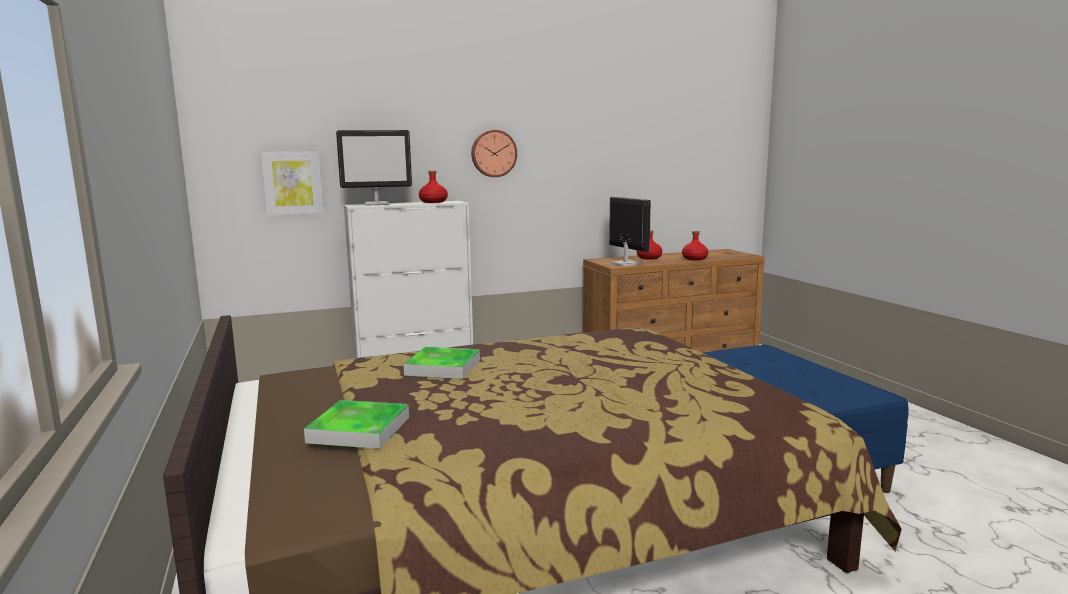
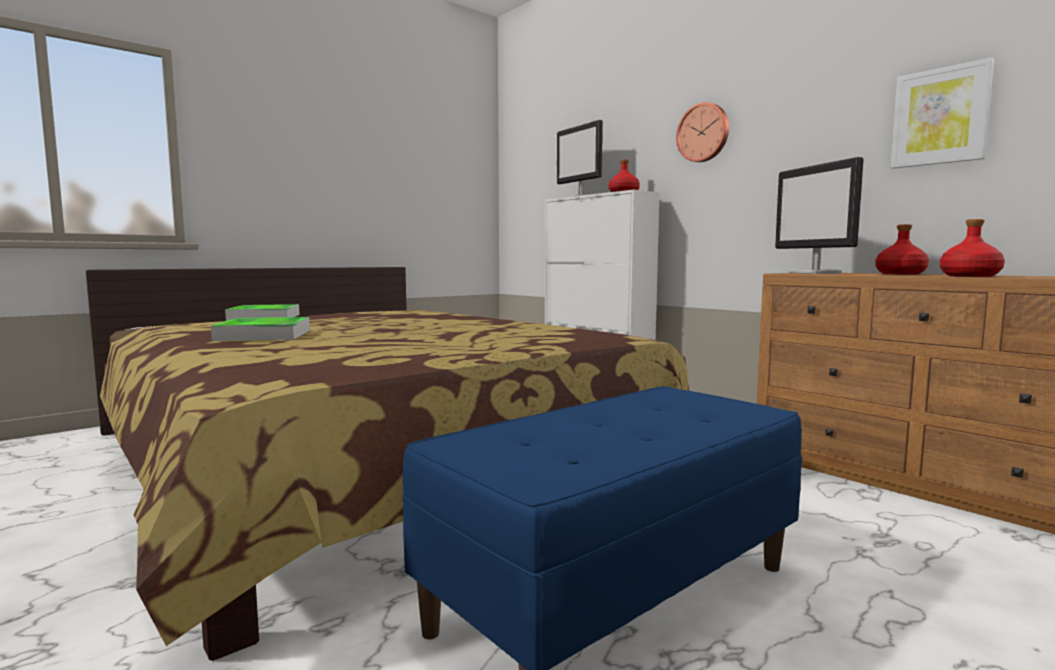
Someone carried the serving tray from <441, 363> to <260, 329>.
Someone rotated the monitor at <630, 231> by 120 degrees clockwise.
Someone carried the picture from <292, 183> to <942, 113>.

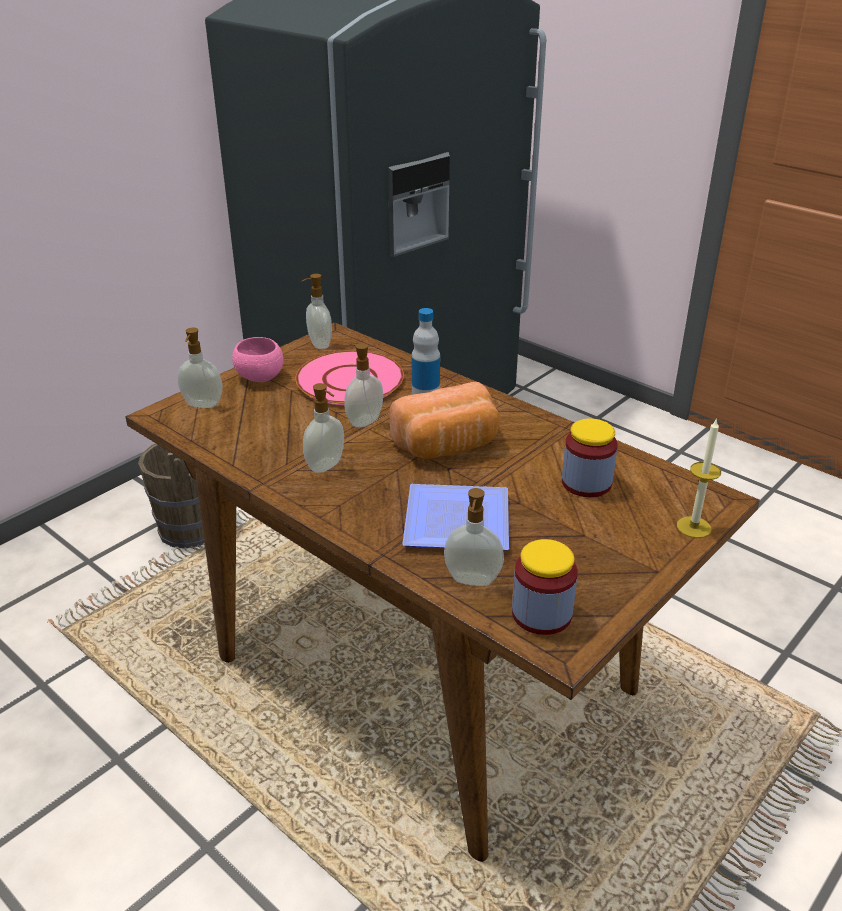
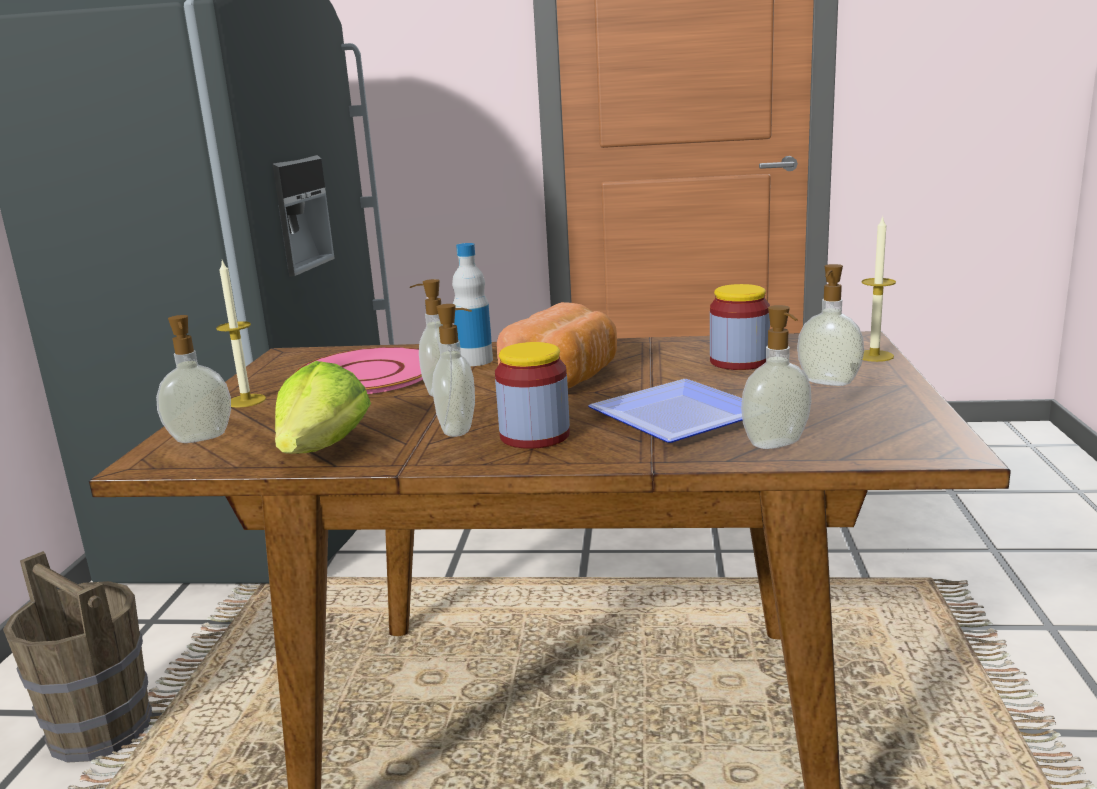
Someone swapped the deep dish (pink) at <258, 359> for the candle at <241, 334>.
Someone put down the lettuce at <323, 407>.
Someone carried the jar from <545, 587> to <532, 395>.
Someone carried the soap bottle from <317, 311> to <830, 325>.

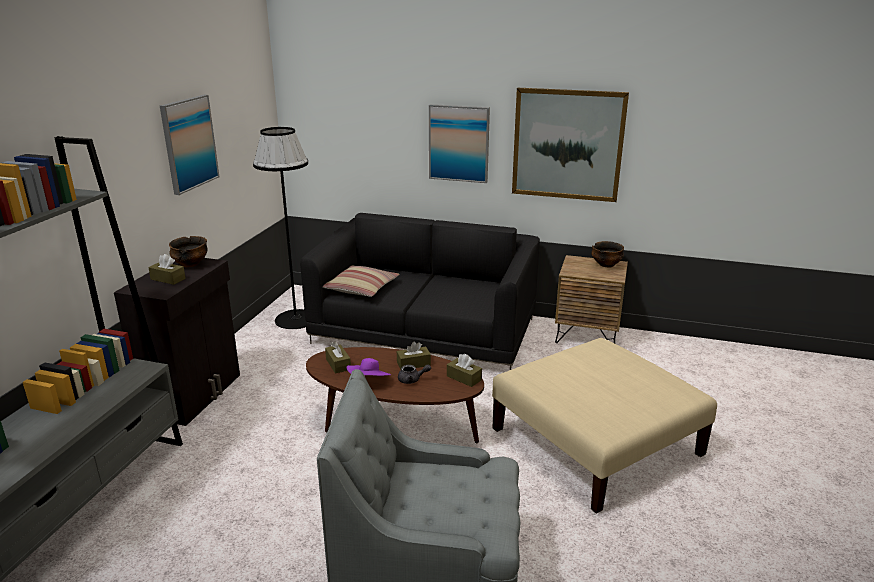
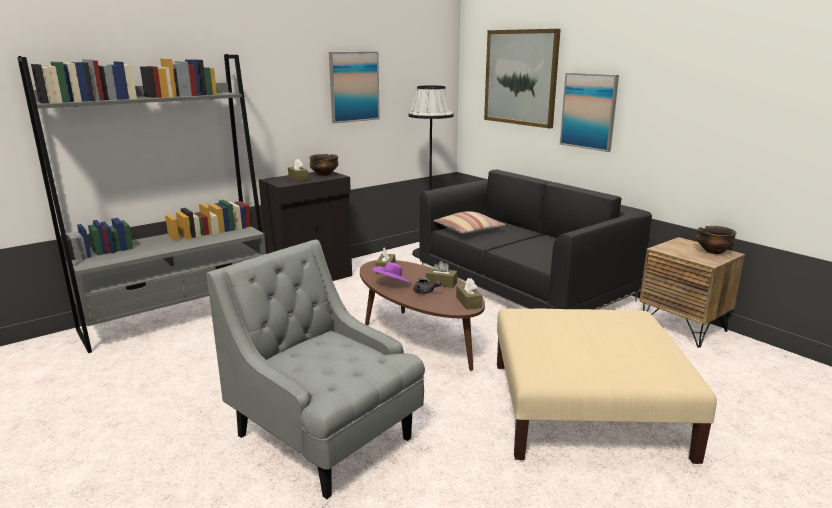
Someone carried the picture from <570, 145> to <522, 79>.

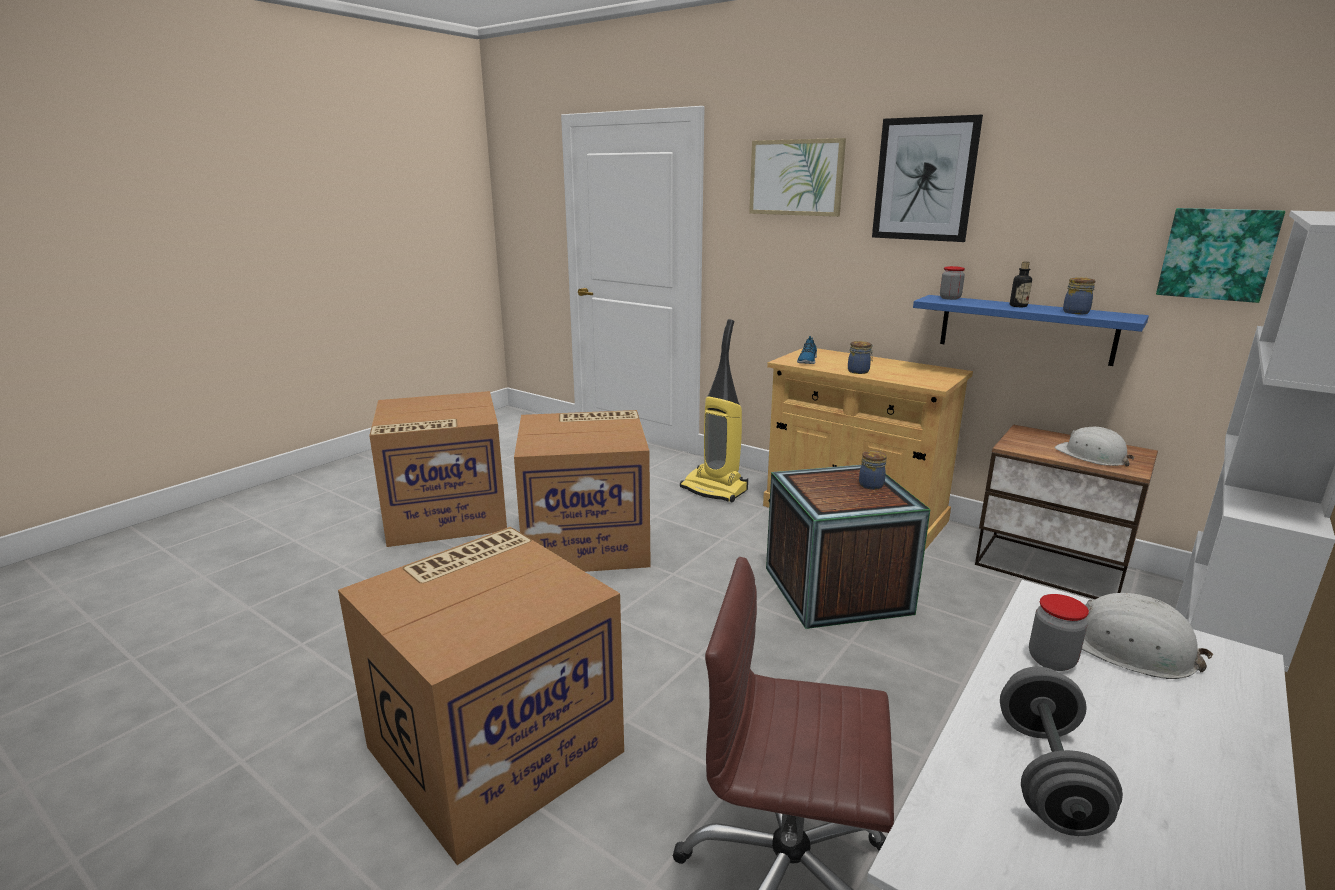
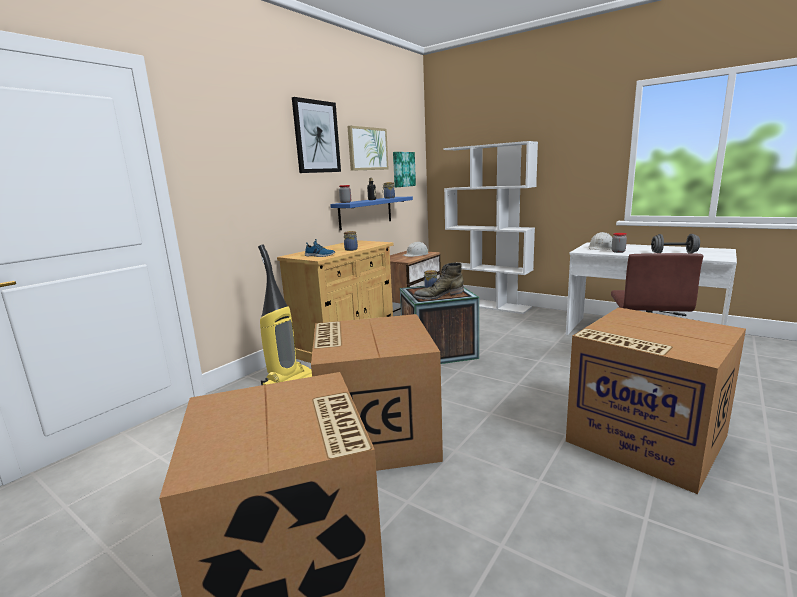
Someone carried the picture from <797, 177> to <368, 148>.
Someone put down the high-top boot (greenish) at <438, 281>.

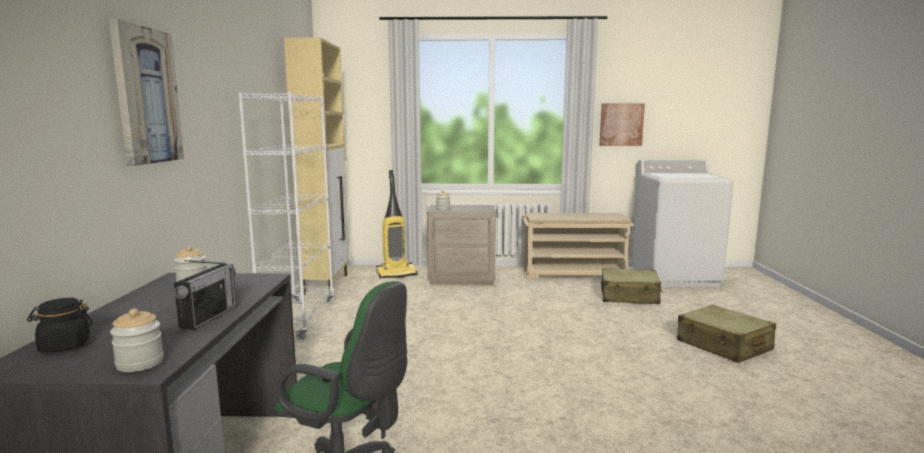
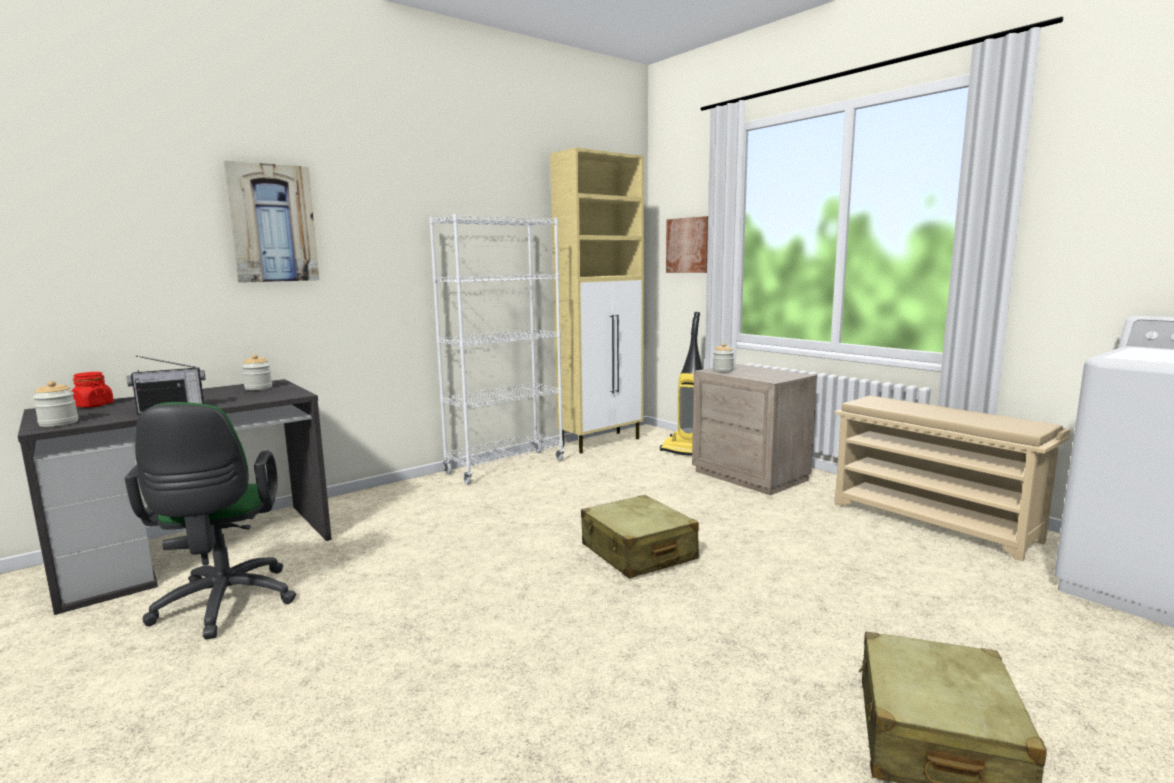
Someone repainted the jar (black-coloured) at <60, 325>, which became the jar (red-coloured) at <93, 390>.
Someone carried the piece of luggage (beige) from <632, 286> to <640, 536>.
Someone carried the picture from <622, 125> to <687, 244>.

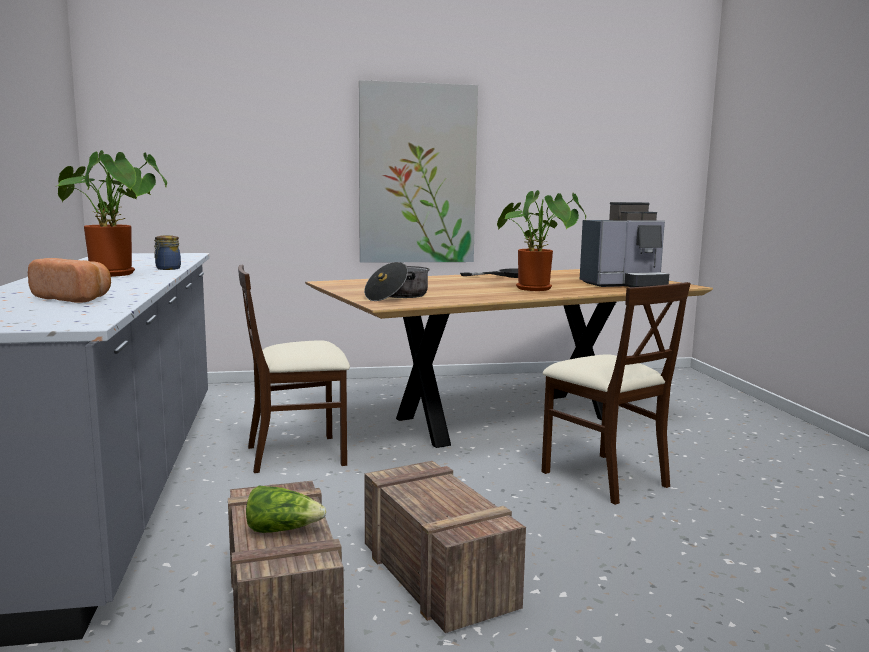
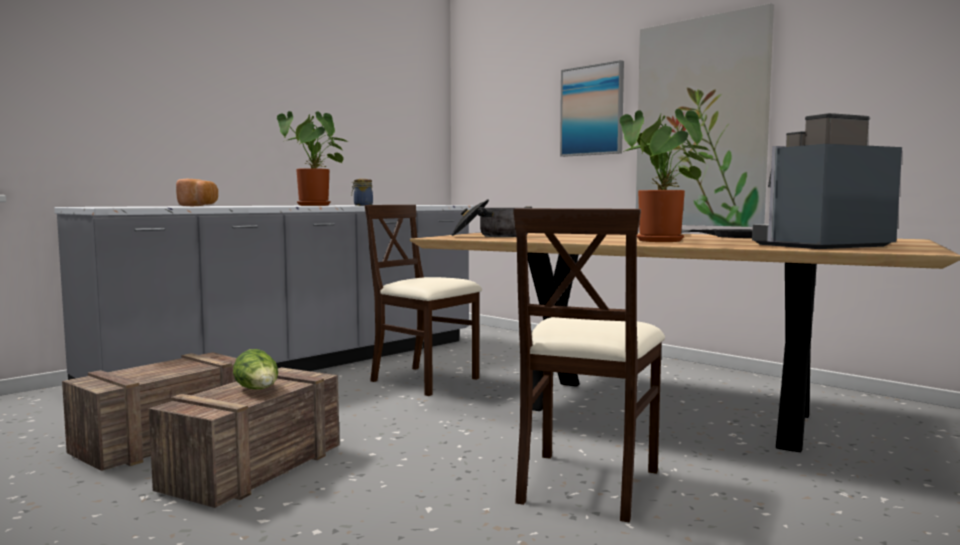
Someone carried the lettuce from <286, 509> to <255, 369>.
Someone put up the picture at <592, 108>.
Someone rotated the coffee machine at <624, 244> by 120 degrees clockwise.

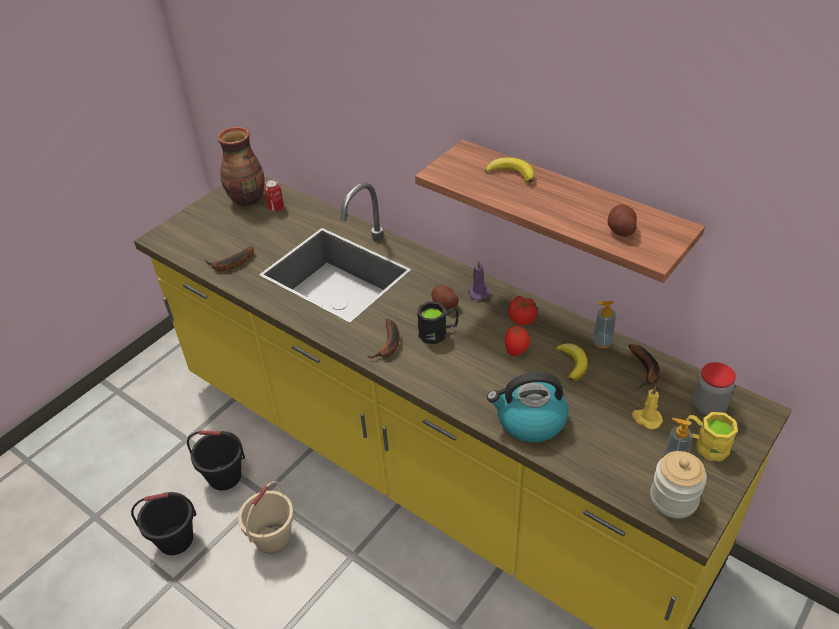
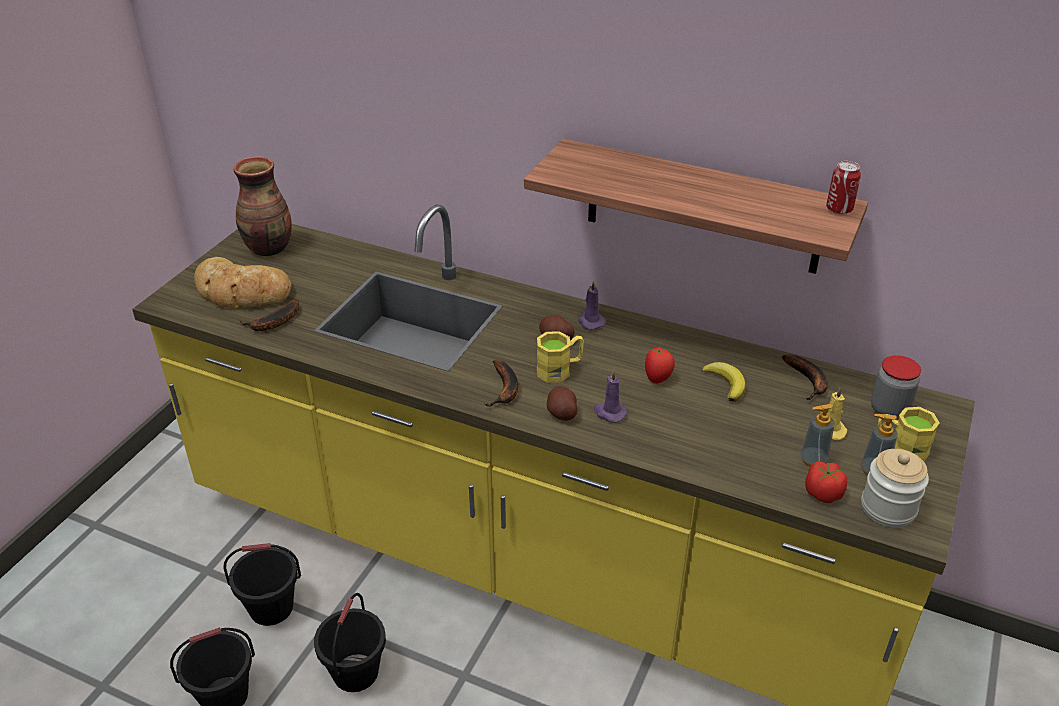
Someone put down the bakery bread at <242, 282>.
Someone repainted the bucket (beige) at <266, 517>, which became the bucket (black-coloured) at <350, 642>.
Someone repainted the mug (black-coloured) at <438, 322>, which became the mug (yellow) at <560, 357>.
Someone carried the potato from <622, 220> to <562, 403>.
Someone put down the candle (purple) at <610, 396>.
Someone carried the soap bottle from <604, 324> to <817, 435>.
Someone carried the whole tomato from <522, 311> to <826, 482>.
Someone carried the can from <274, 195> to <843, 187>.
Someone took away the banana fruit at <510, 170>.
Someone took away the water kettle at <527, 407>.

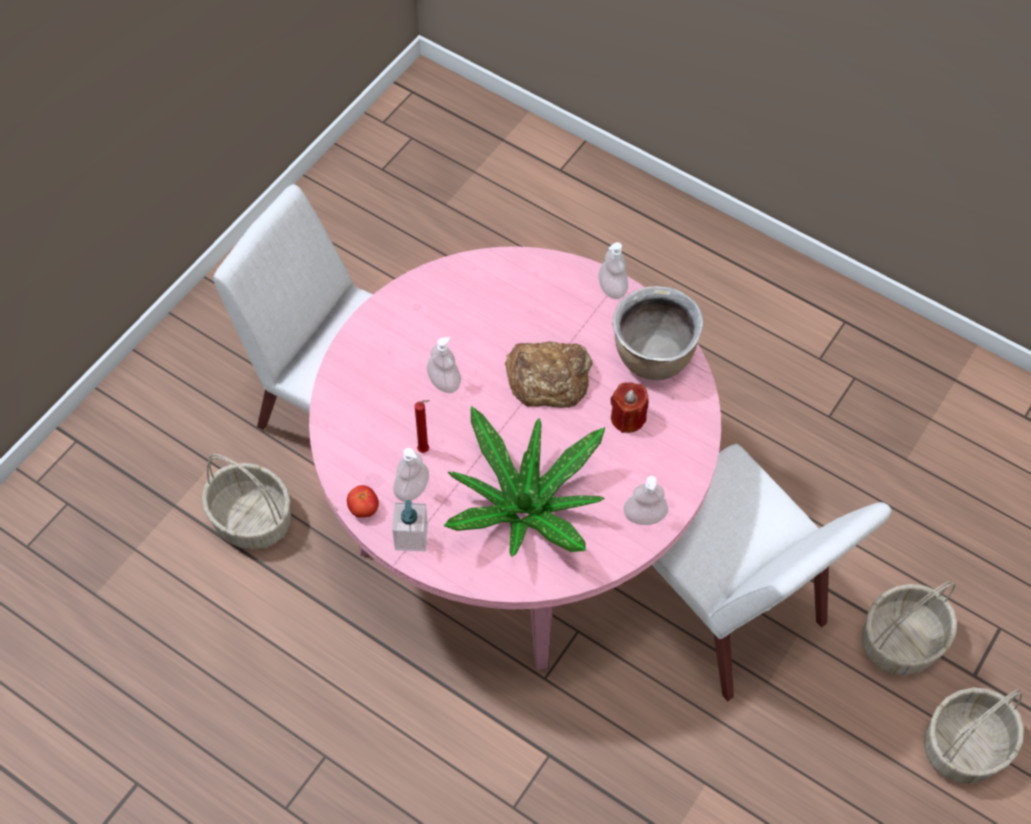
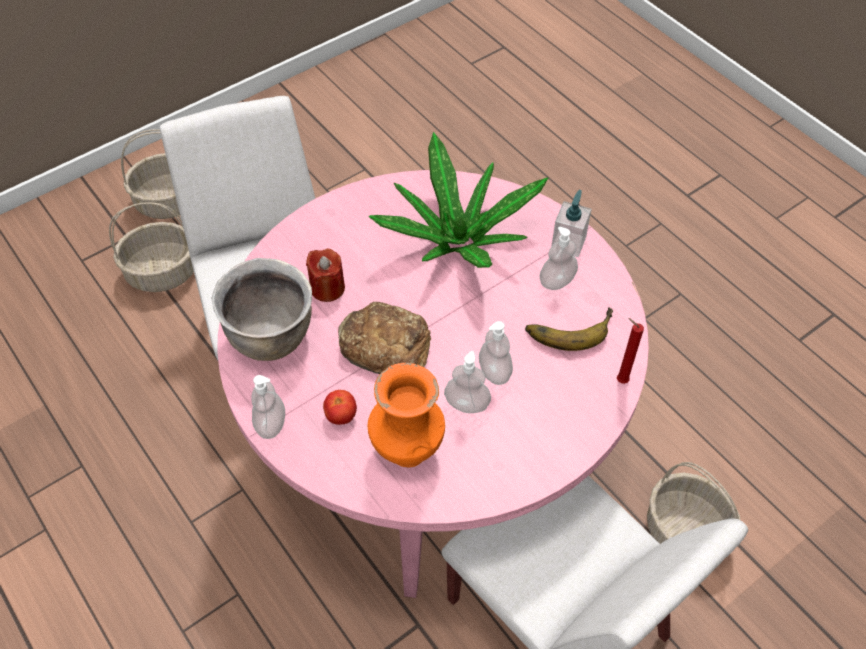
Someone carried the whole tomato from <363, 501> to <340, 407>.
Someone put down the flower vase (orangey) at <406, 415>.
Someone carried the soap bottle from <645, 500> to <467, 382>.
Someone put down the banana fruit at <569, 329>.
Someone carried the candle (red-coloured) from <422, 426> to <630, 351>.

